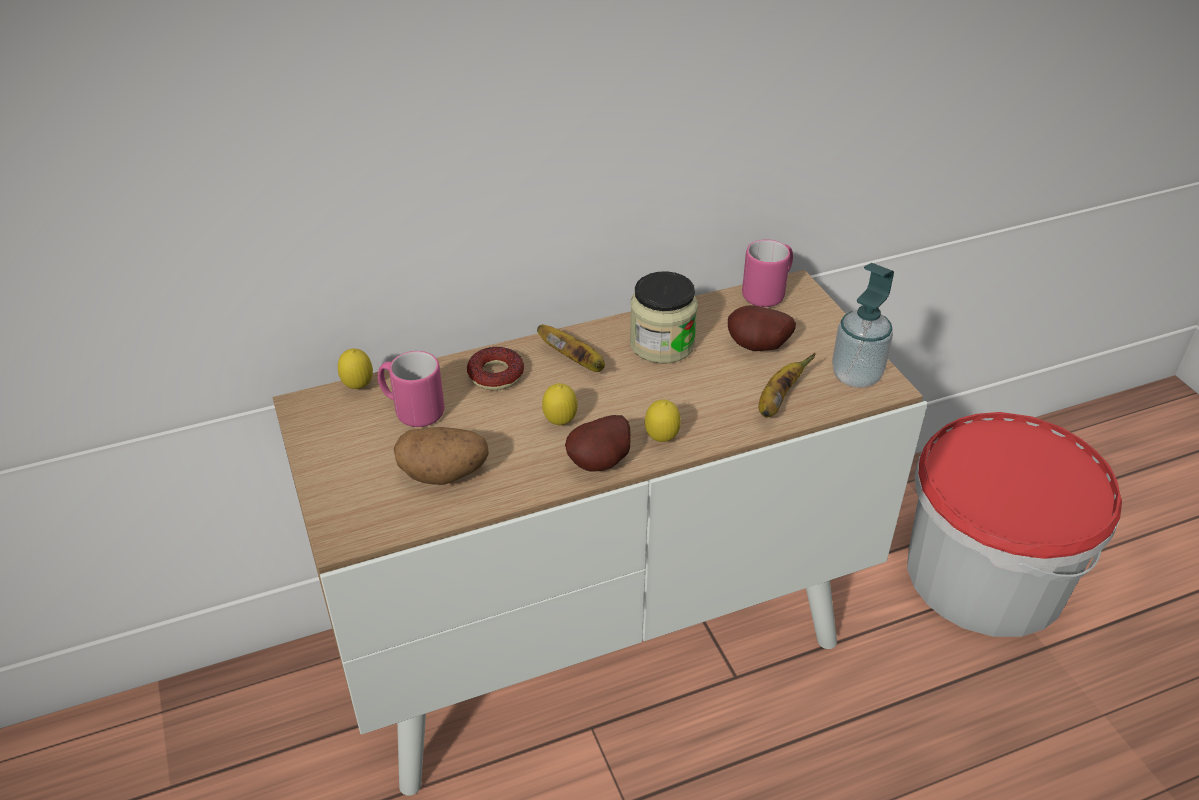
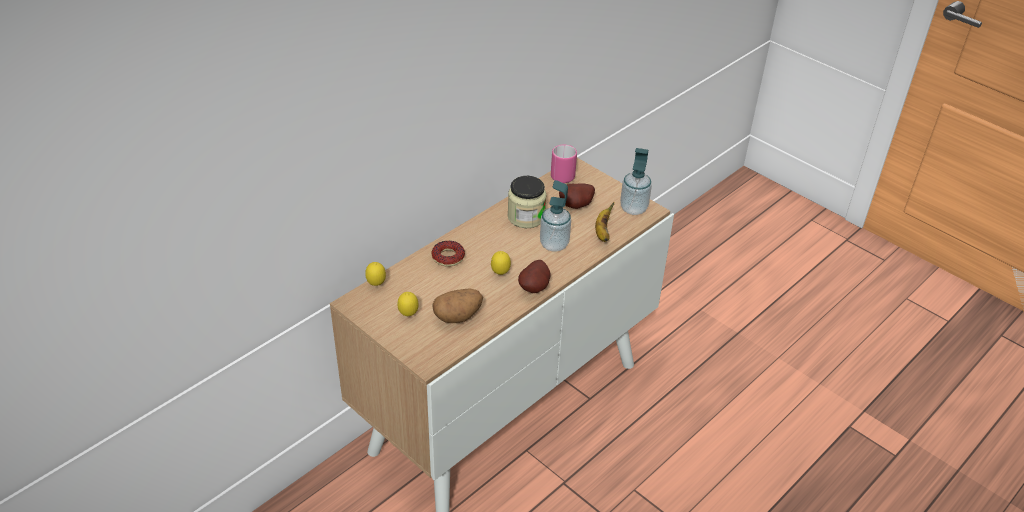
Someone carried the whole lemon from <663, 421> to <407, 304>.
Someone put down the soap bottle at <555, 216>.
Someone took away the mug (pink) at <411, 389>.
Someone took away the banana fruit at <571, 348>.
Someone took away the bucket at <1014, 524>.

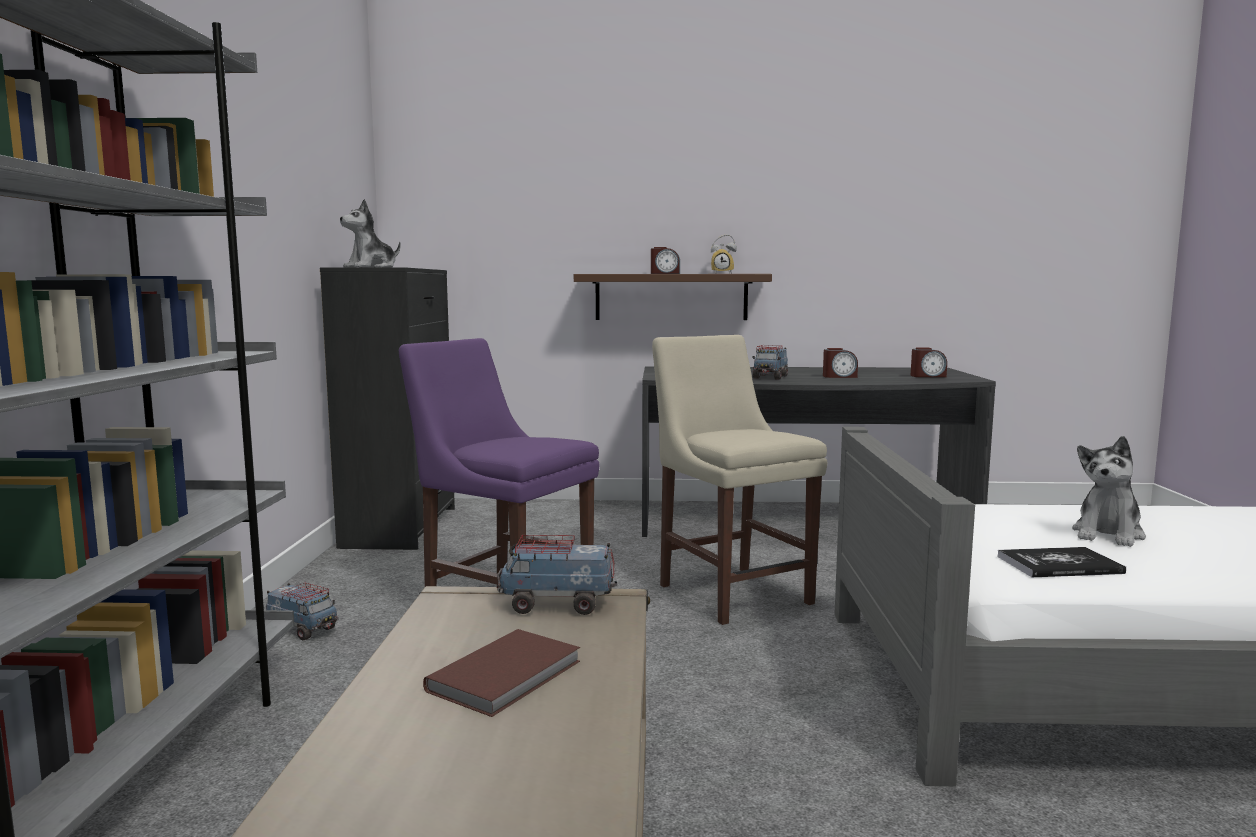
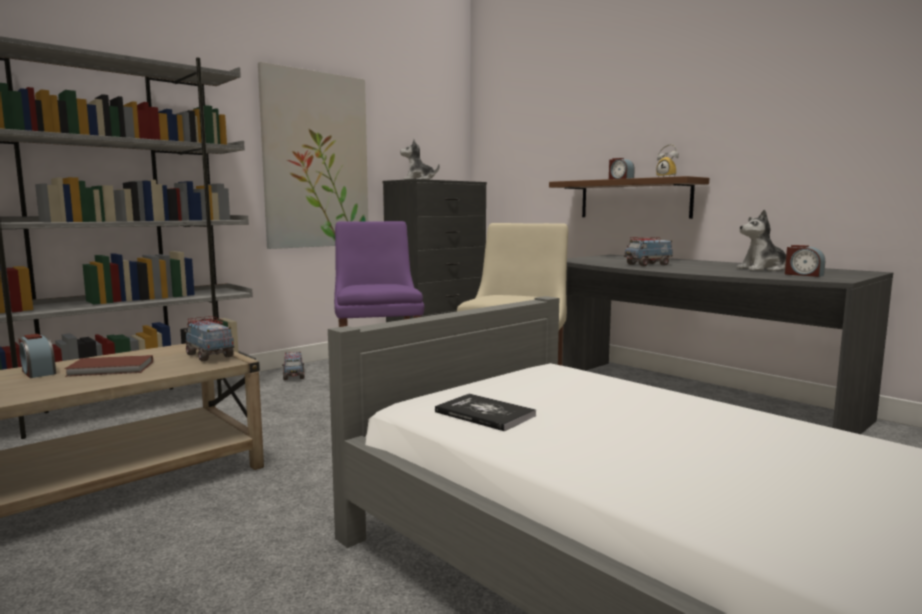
Someone carried the bedside clock from <840, 363> to <37, 356>.
Someone put up the picture at <313, 155>.
Someone carried the cuddly toy from <1109, 491> to <761, 240>.

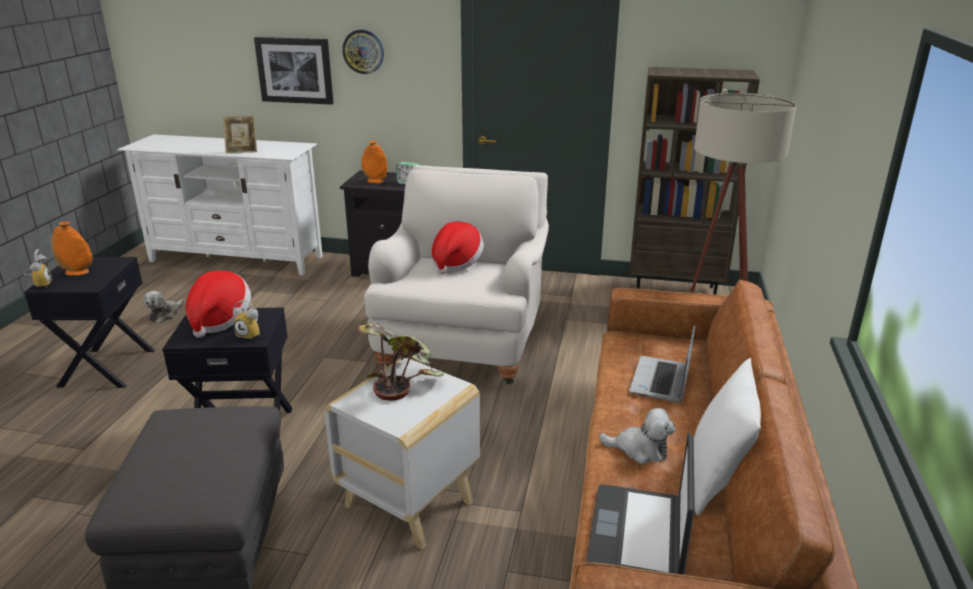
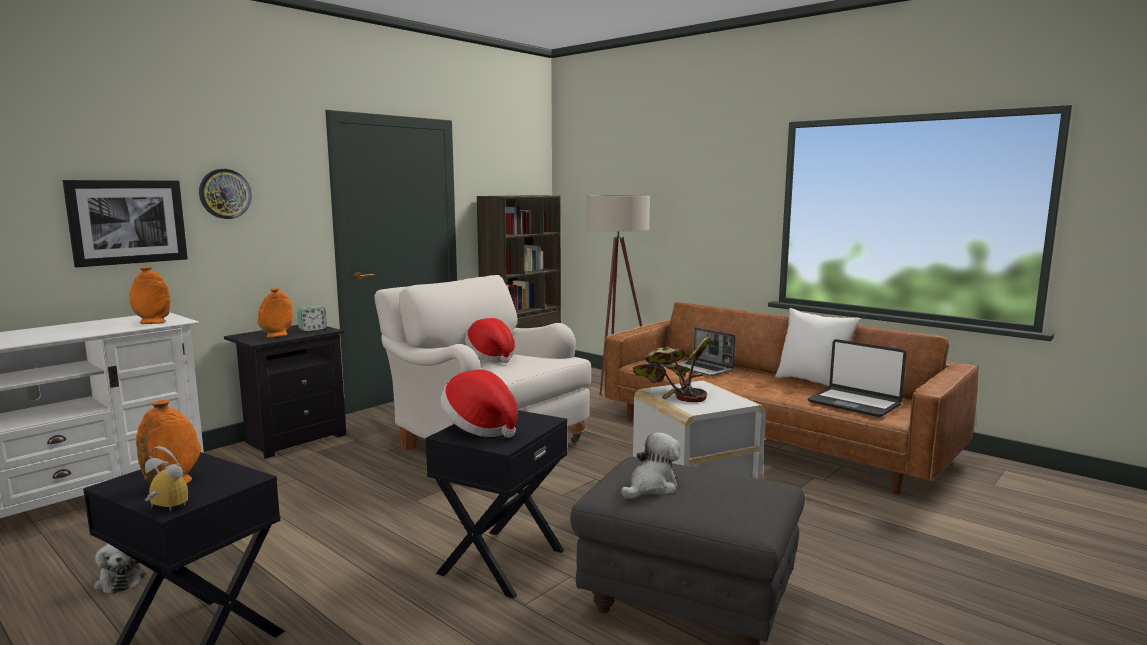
Someone put down the flower vase (orangey) at <150, 295>.
Someone carried the cuddly toy from <637, 436> to <651, 465>.
Someone took away the photo frame at <240, 134>.
Someone took away the bedside clock at <246, 320>.

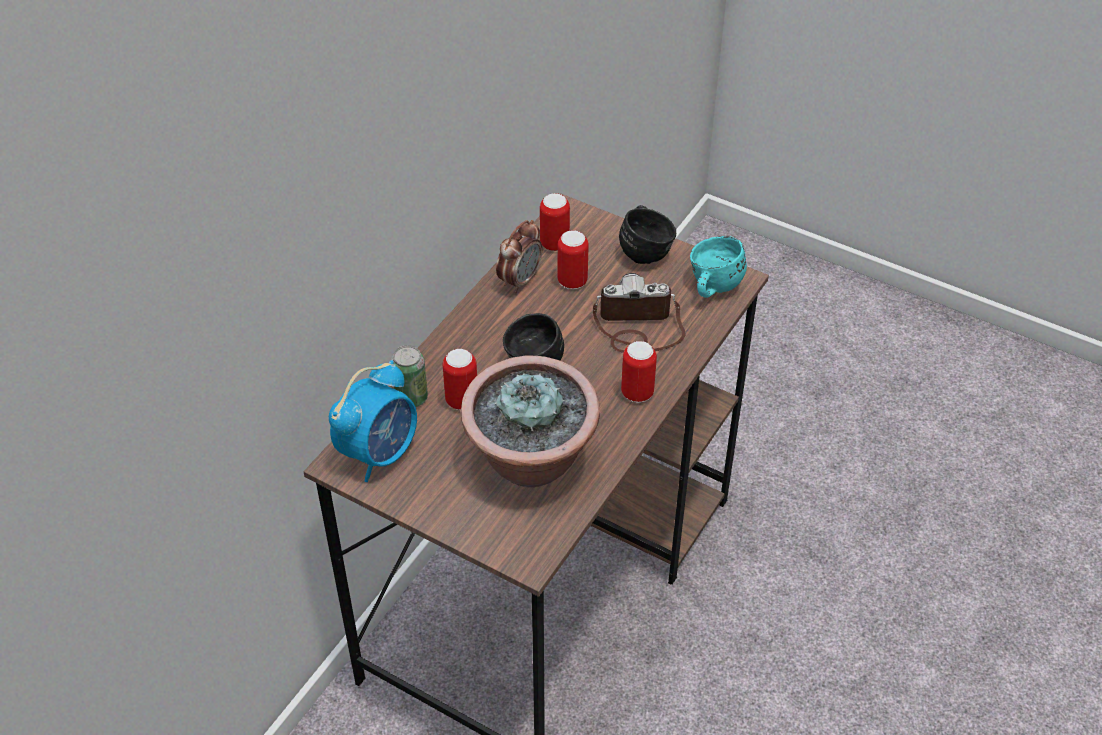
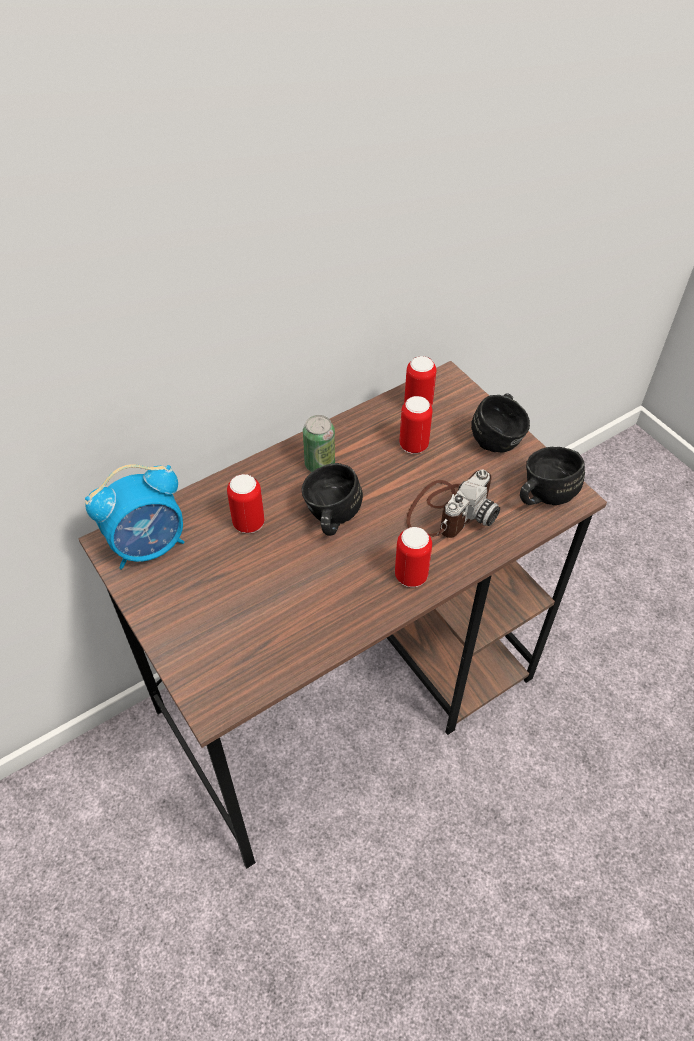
Someone carried the can from <409, 376> to <319, 443>.
Someone rotated the photo camera at <639, 313> by 105 degrees clockwise.
Someone repainted the mug (turquoise-coloured) at <718, 267>, which became the mug (black-coloured) at <552, 476>.
Someone took away the houseplant at <530, 421>.
Someone took away the bedside clock at <519, 256>.

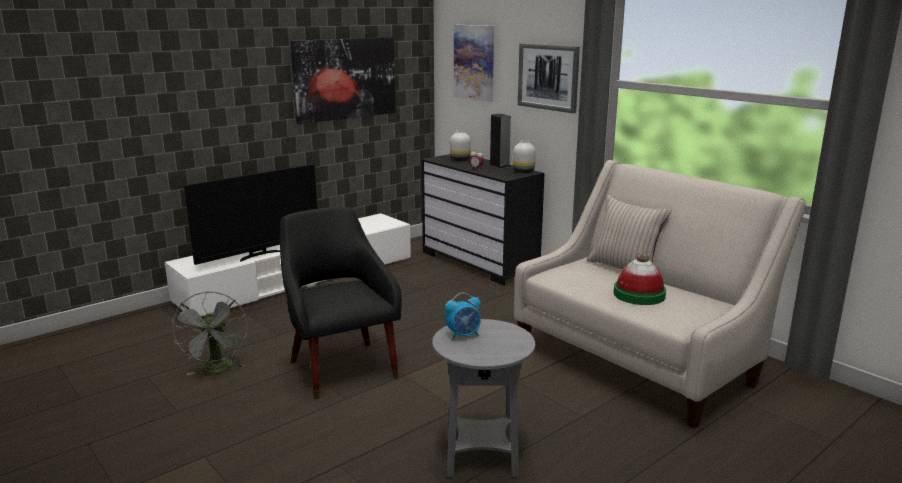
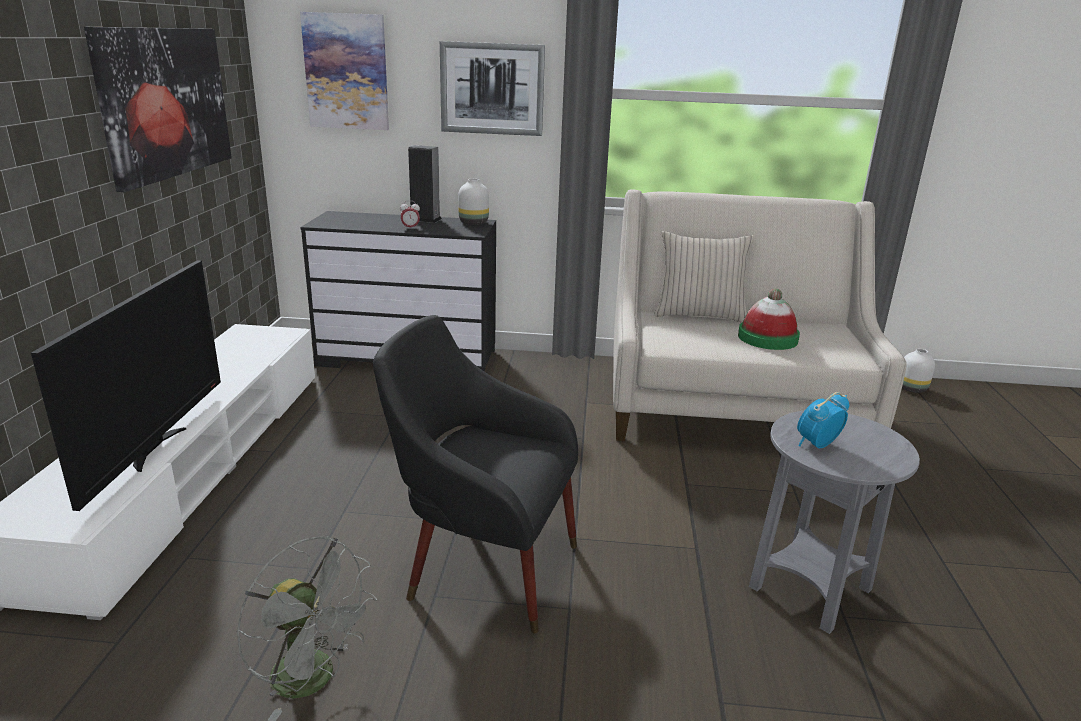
Someone rotated the bedside clock at <463, 316> by 150 degrees counterclockwise.
Someone carried the flower vase (white) from <460, 145> to <918, 371>.

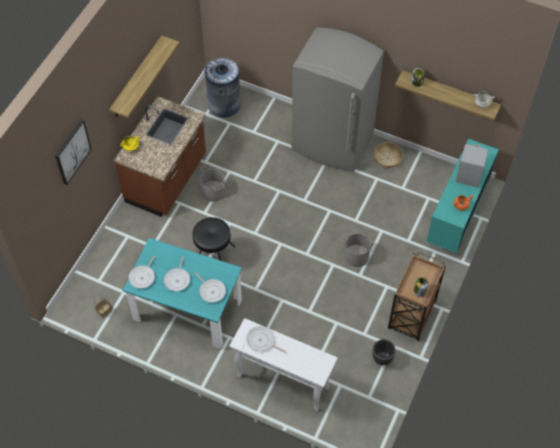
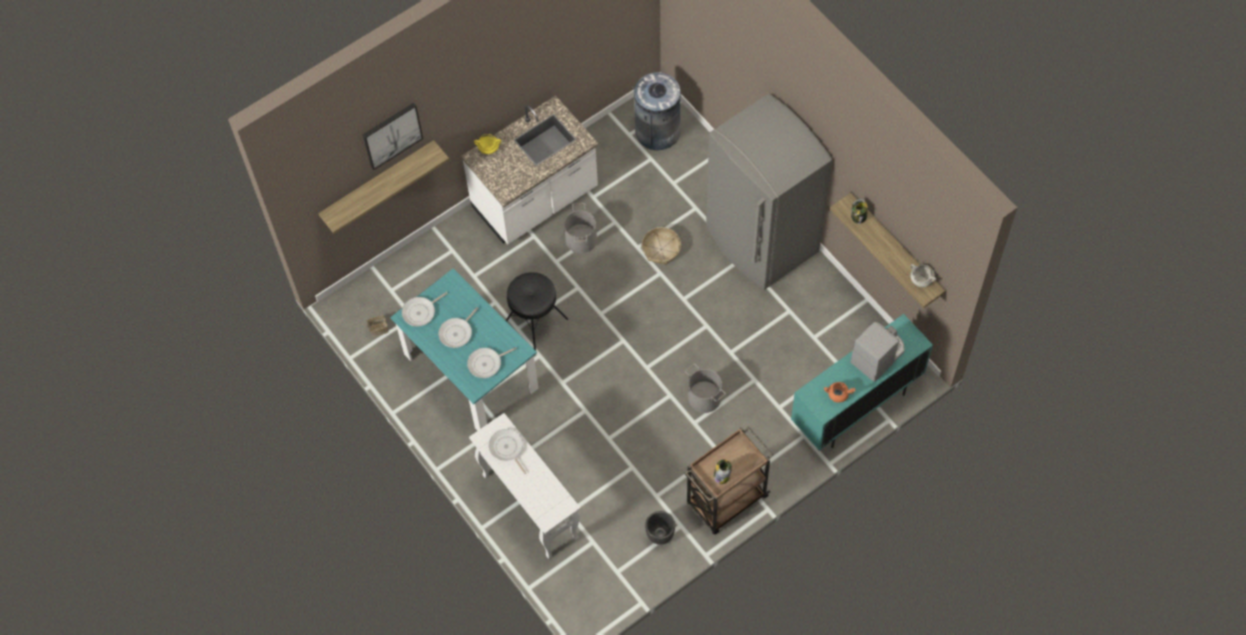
Someone carried the shelf from <144, 76> to <383, 187>.
Someone repainted the kitchen counter (brown-coloured) at <160, 156>, which became the kitchen counter (white) at <530, 170>.
Someone rotated the skillet at <210, 287> by 75 degrees clockwise.
Someone carried the storage basket from <388, 155> to <661, 246>.

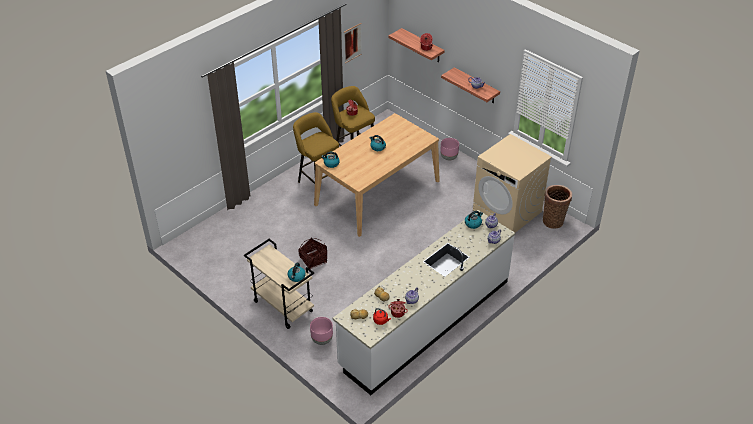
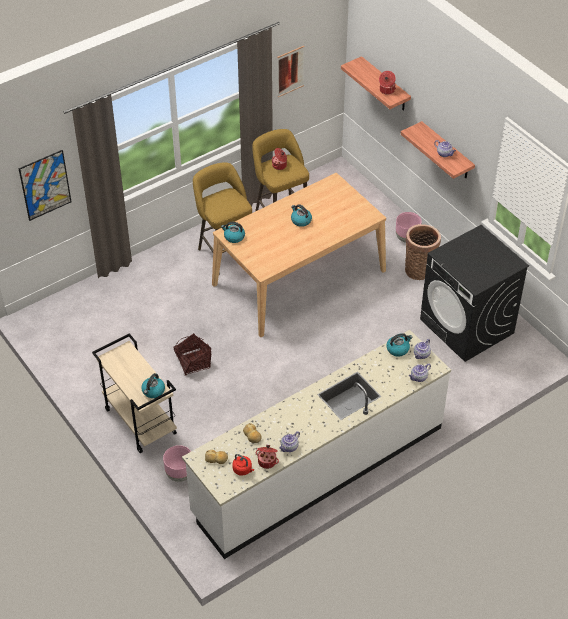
Someone put up the picture at <45, 185>.
Someone carried the storage basket from <557, 207> to <423, 252>.
Someone repainted the laundry machine (beige) at <512, 183>, which became the laundry machine (black-coloured) at <474, 293>.

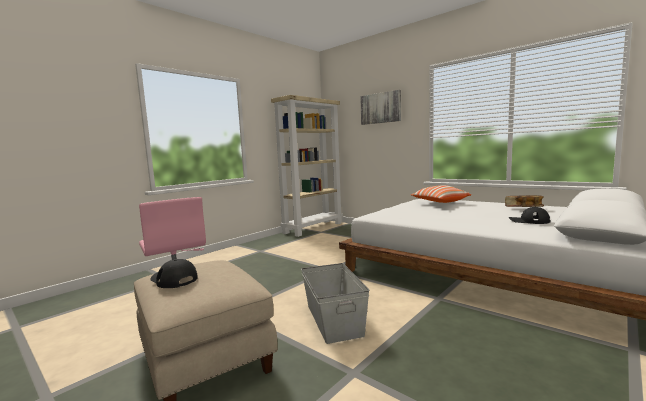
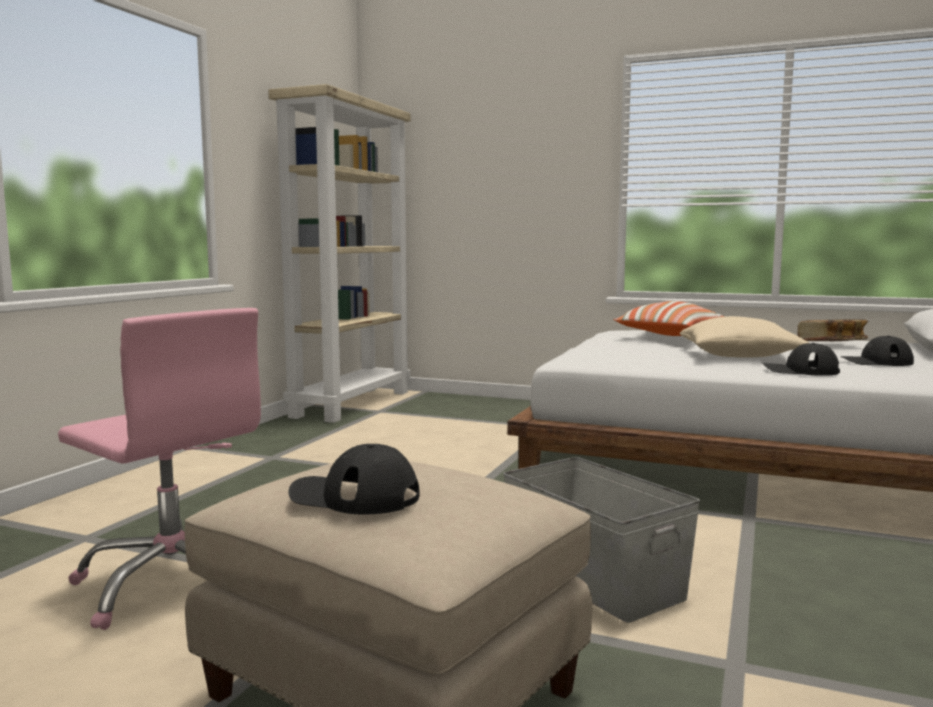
Someone put down the cushion (beige) at <744, 337>.
Someone put down the baseball cap (black-coloured) at <801, 359>.
Someone took away the picture at <380, 107>.

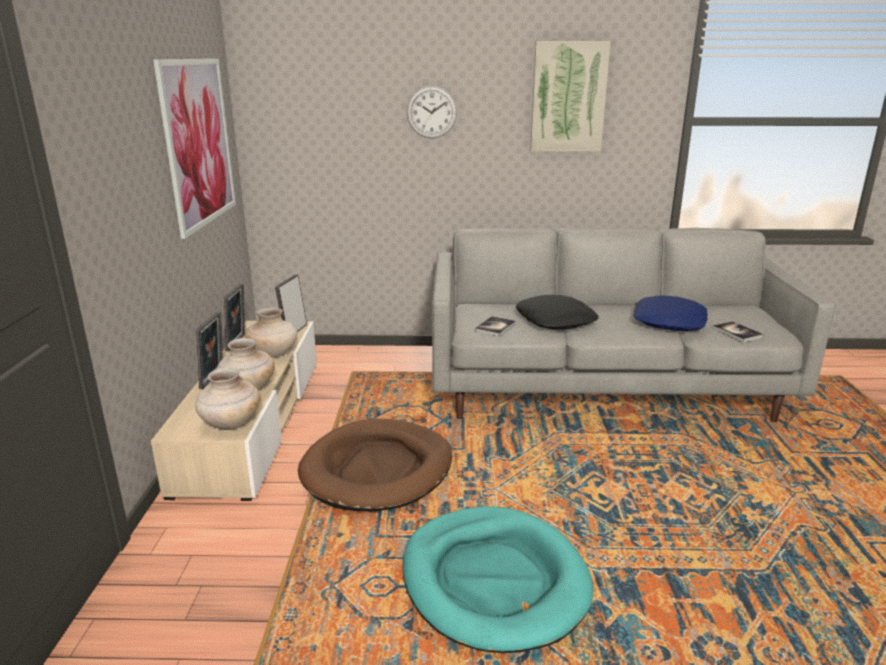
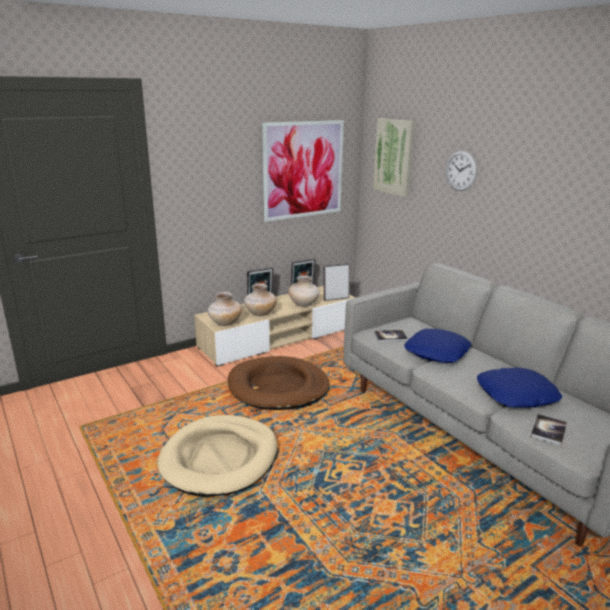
Someone repainted the dog bed (turquoise-coloured) at <498, 579>, which became the dog bed (beige) at <217, 456>.
Someone carried the picture from <570, 96> to <394, 157>.
Someone repainted the cushion (black-coloured) at <557, 312>, which became the cushion (blue-coloured) at <438, 346>.

